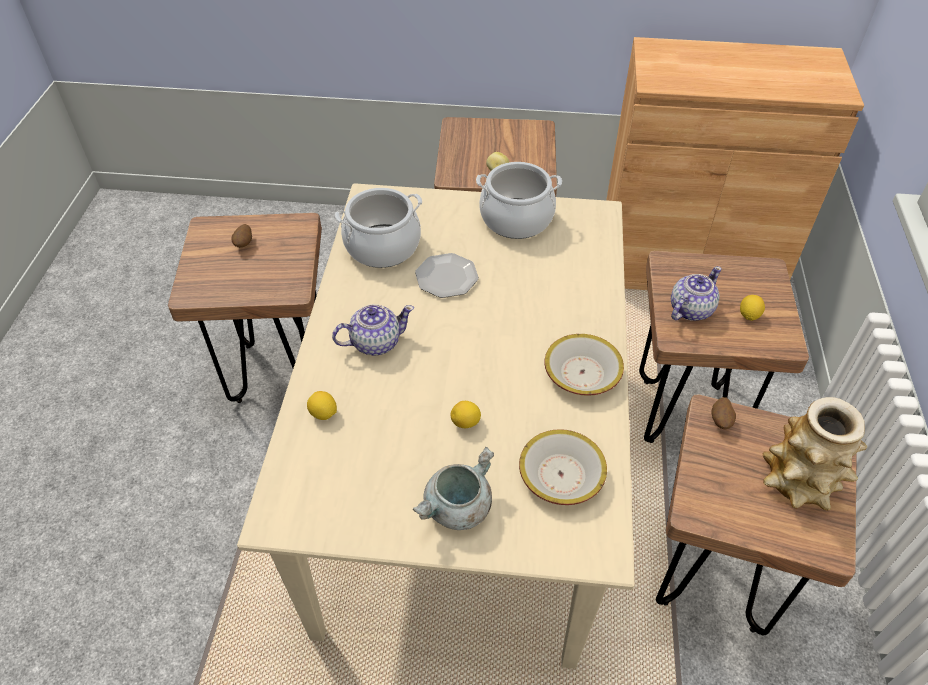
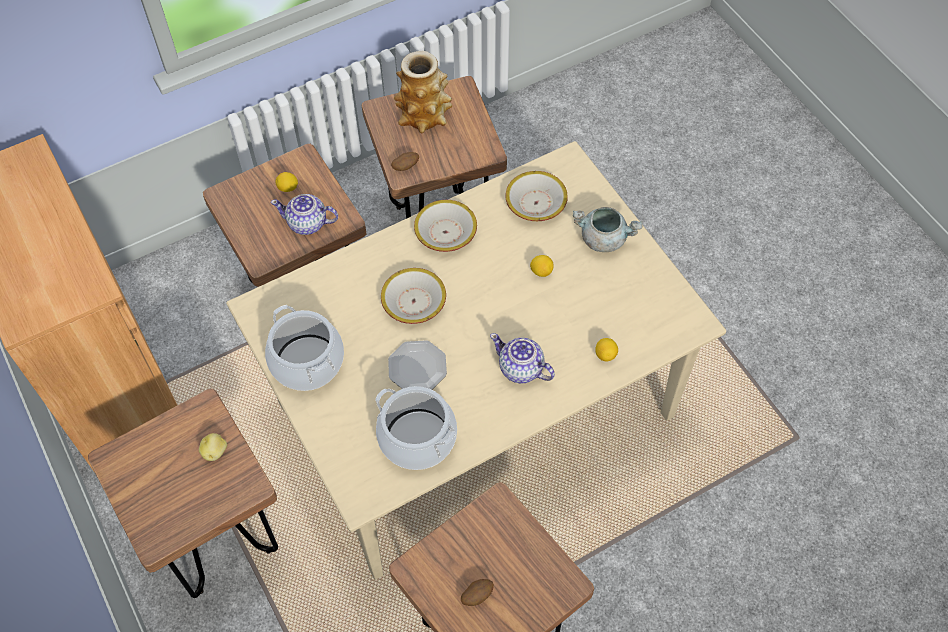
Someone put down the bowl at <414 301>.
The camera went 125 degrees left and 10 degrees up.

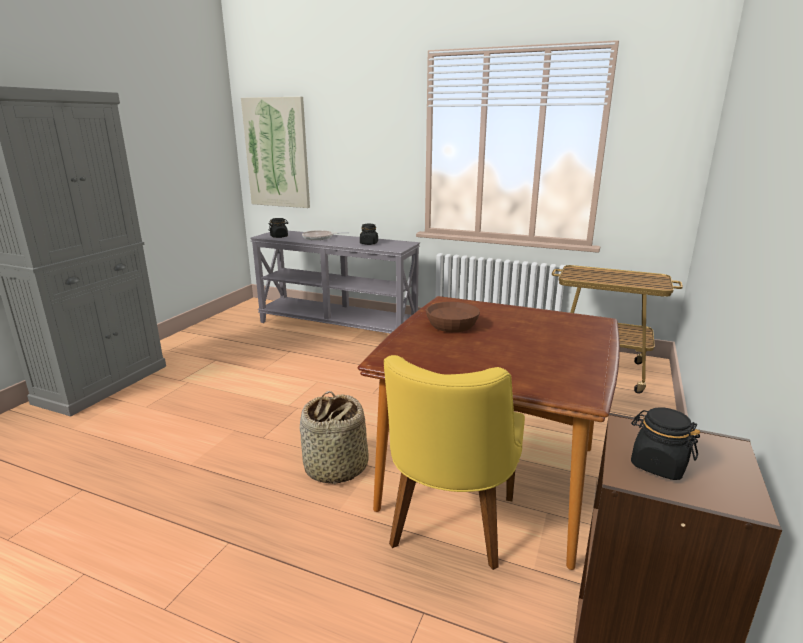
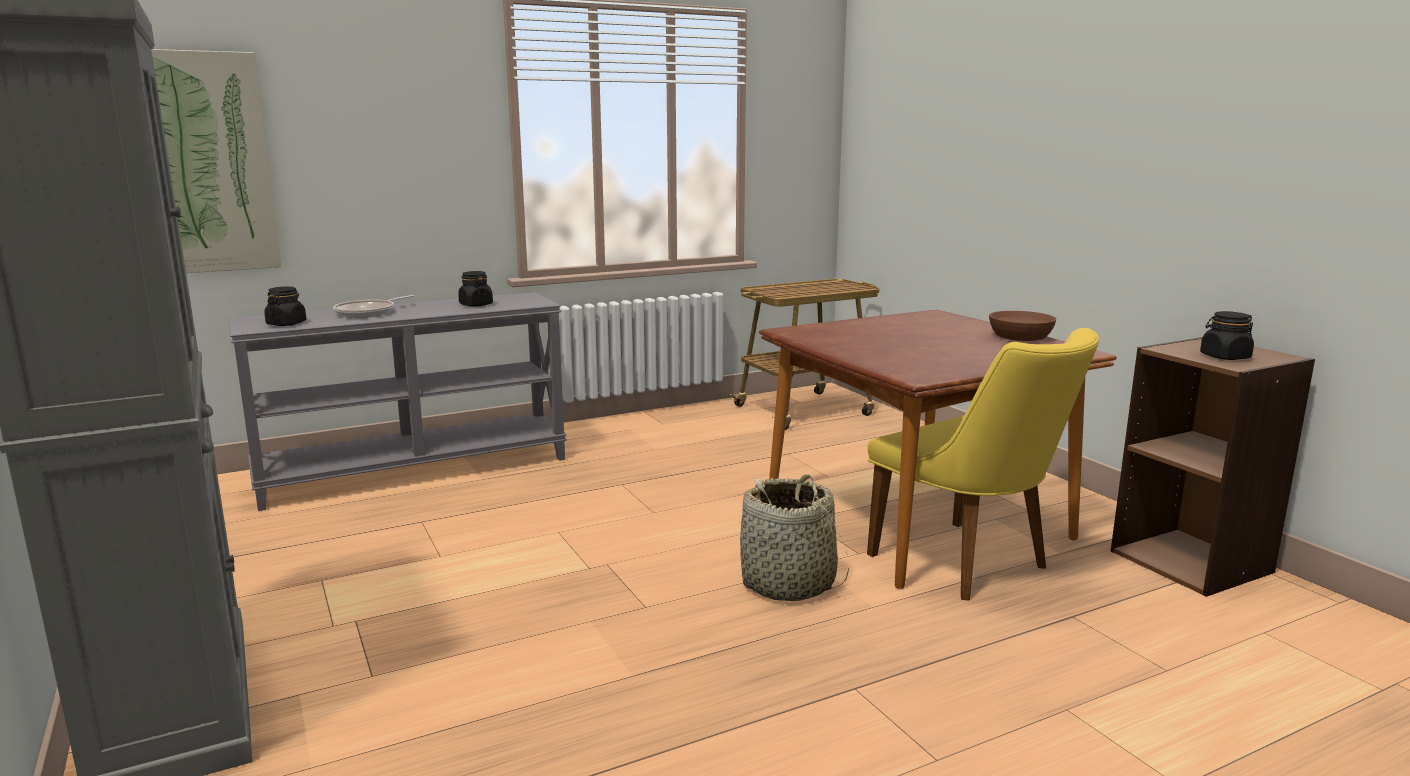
Someone carried the brown bowl from <452 325> to <1019 336>.
The camera went 50 degrees left and 5 degrees down.

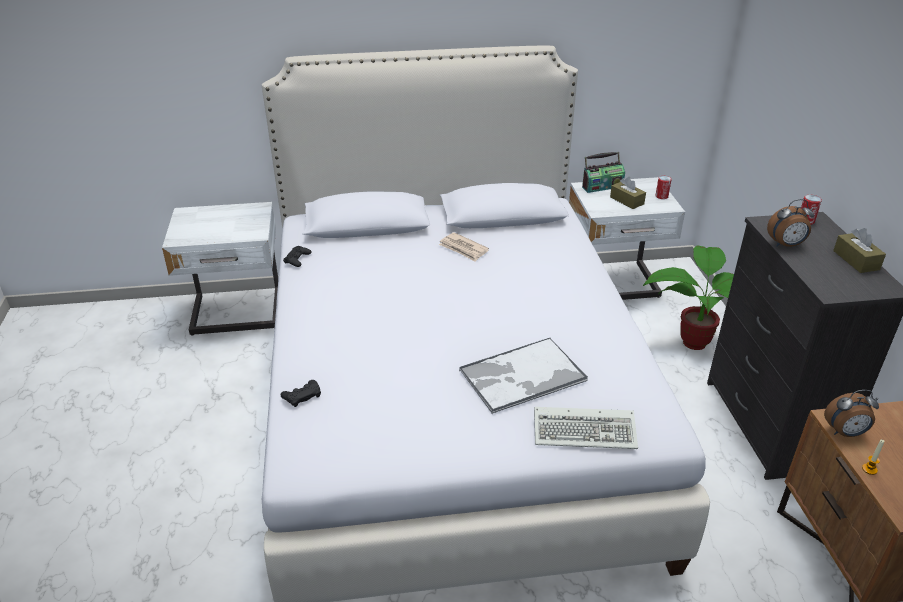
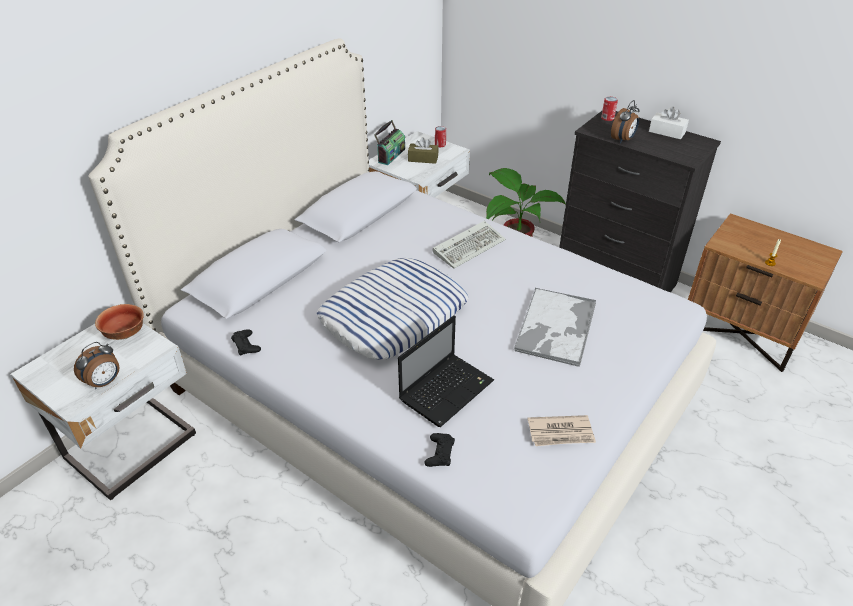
Someone carried the alarm clock from <845 433> to <105 382>.
Someone put down the bowl at <125 333>.
Someone put down the pillow at <394 315>.
Someone put down the laptop at <447 389>.
Someone carried the keyboard from <586 431> to <469 246>.
Someone carried the newspaper from <463 249> to <561 433>.
Someone repainted the brown tissue box at <856 260>, which became the white tissue box at <667 132>.
The camera went 45 degrees left and 5 degrees up.

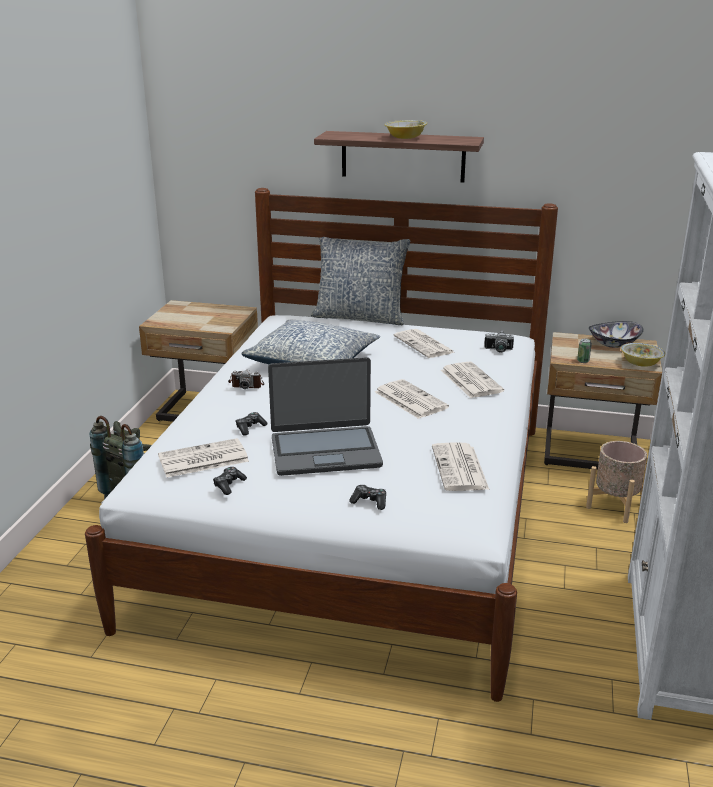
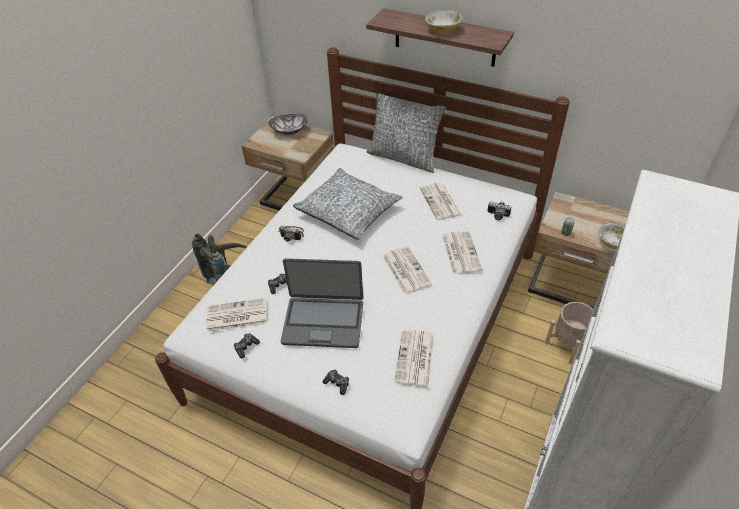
Someone carried the bowl from <614 344> to <289 131>.
The camera went 15 degrees right and 20 degrees up.

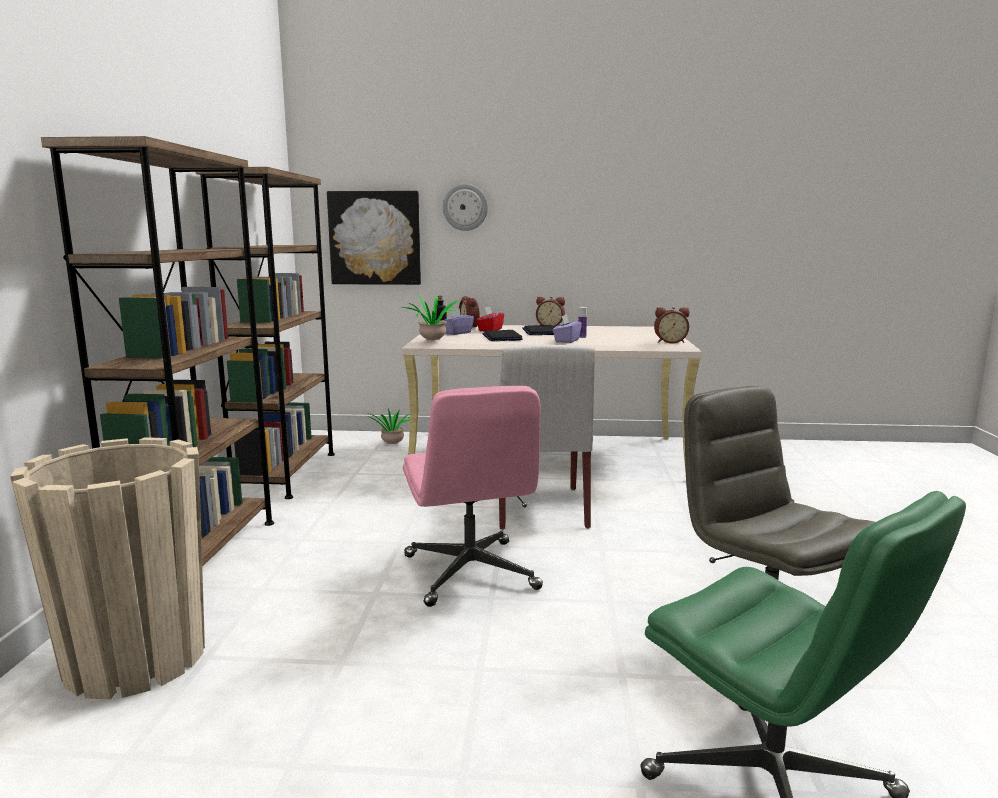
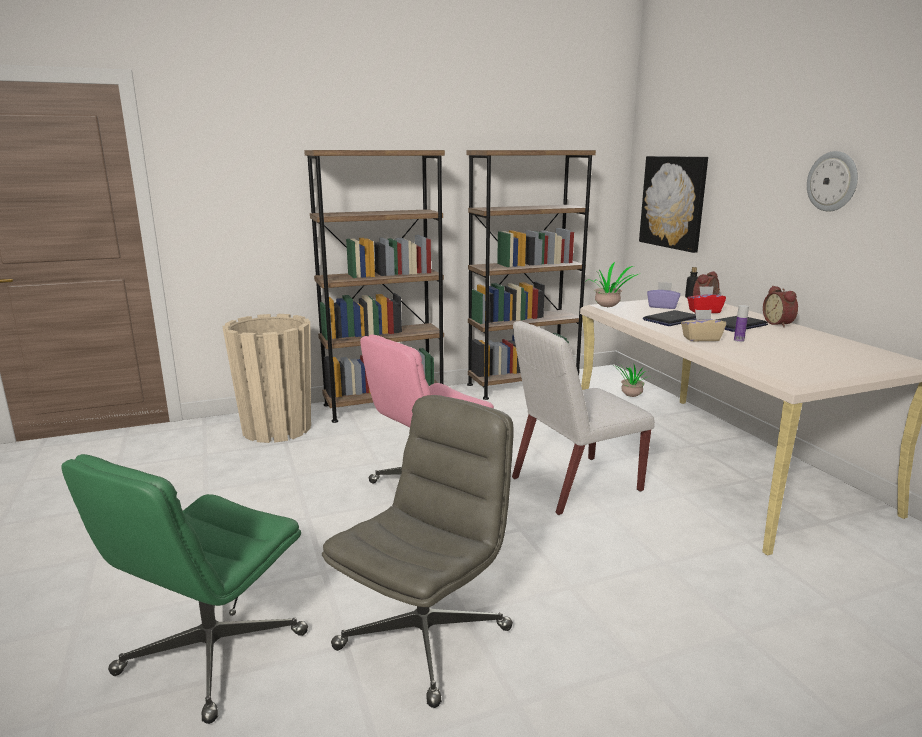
Someone repainted the purple tissue box at <566 341>, which became the beige tissue box at <701 339>.
Someone carried the wall clock from <465 207> to <832 181>.
Someone took away the alarm clock at <670 342>.
The camera went 65 degrees right and 5 degrees up.

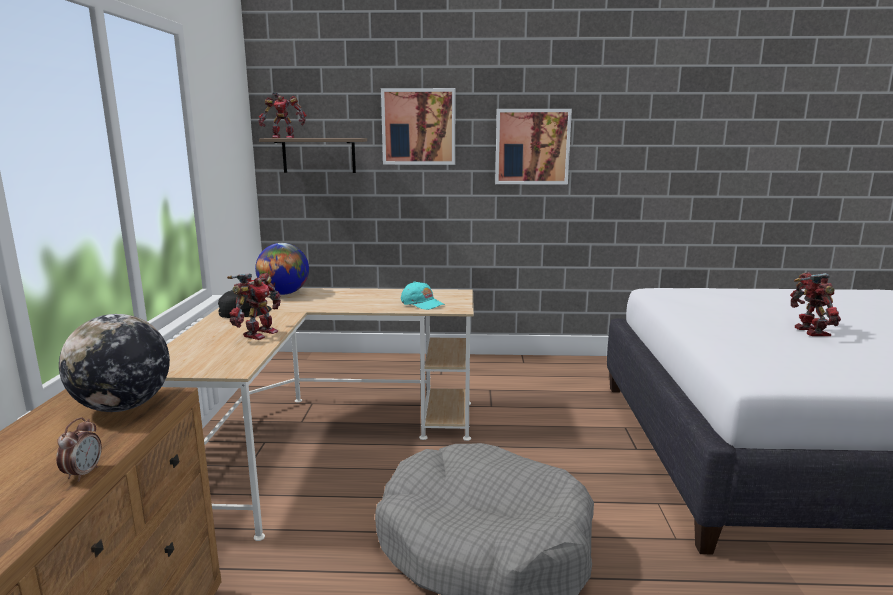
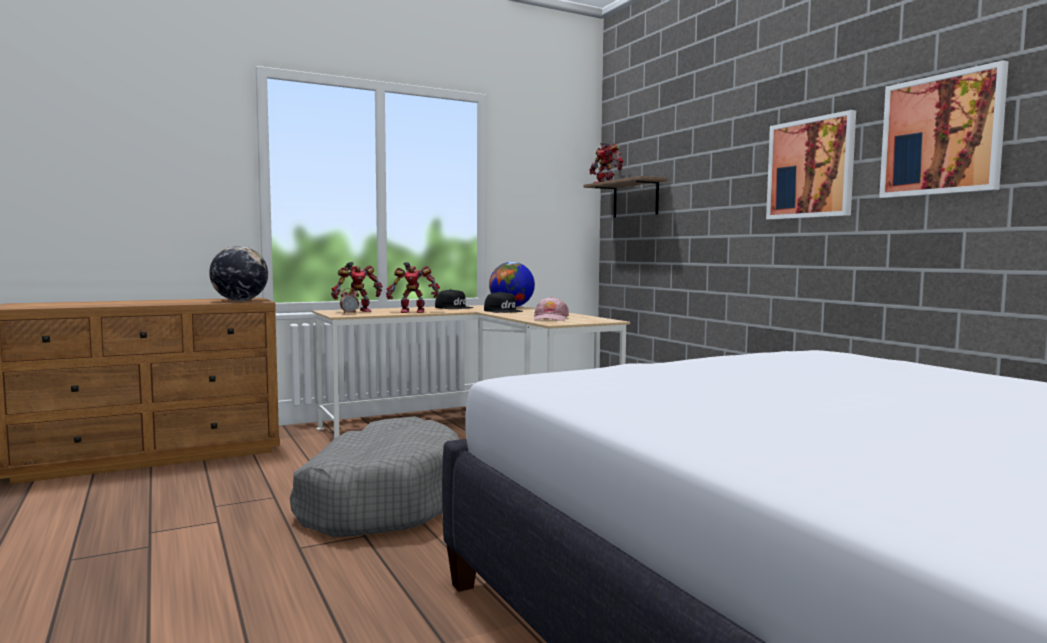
Someone carried the toy robot from <809 331> to <357 311>.
Someone carried the alarm clock from <83 473> to <349 313>.
Someone put down the black cap at <503 311>.
Someone repainted the turquoise cap at <422 303>, which became the pink cap at <550 319>.
Someone carried the picture from <418 127> to <941 135>.
The camera went 60 degrees right and 10 degrees down.

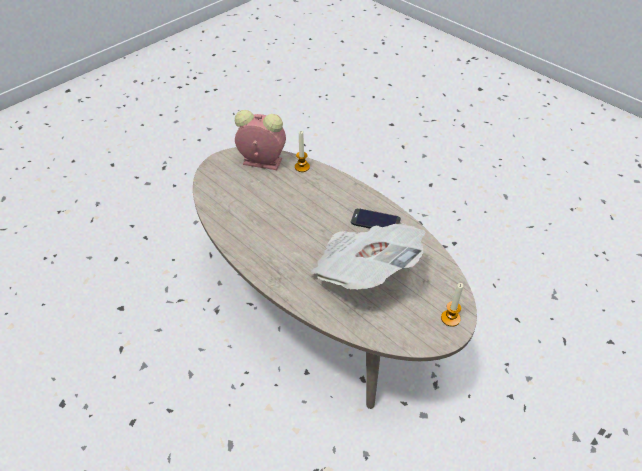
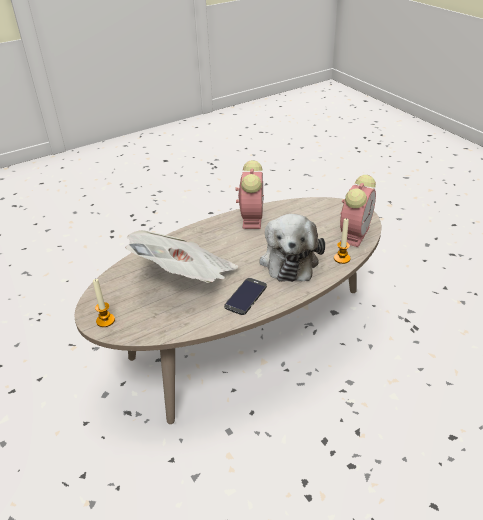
Someone put down the alarm clock at <251 218>.
Someone put down the plush toy at <289 260>.
The camera went 105 degrees right and 10 degrees down.

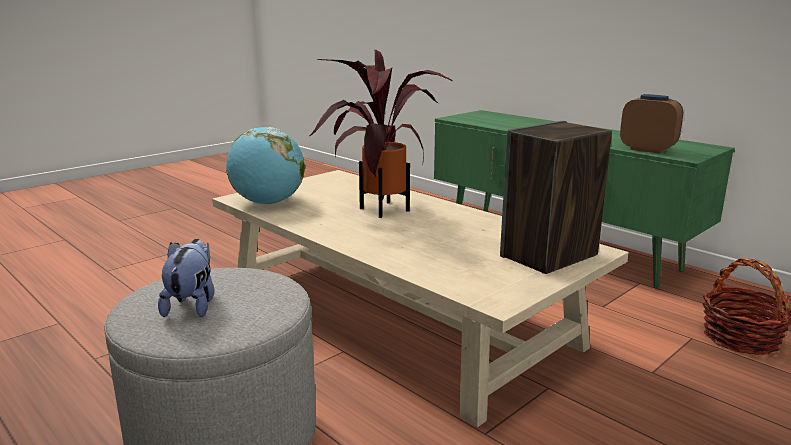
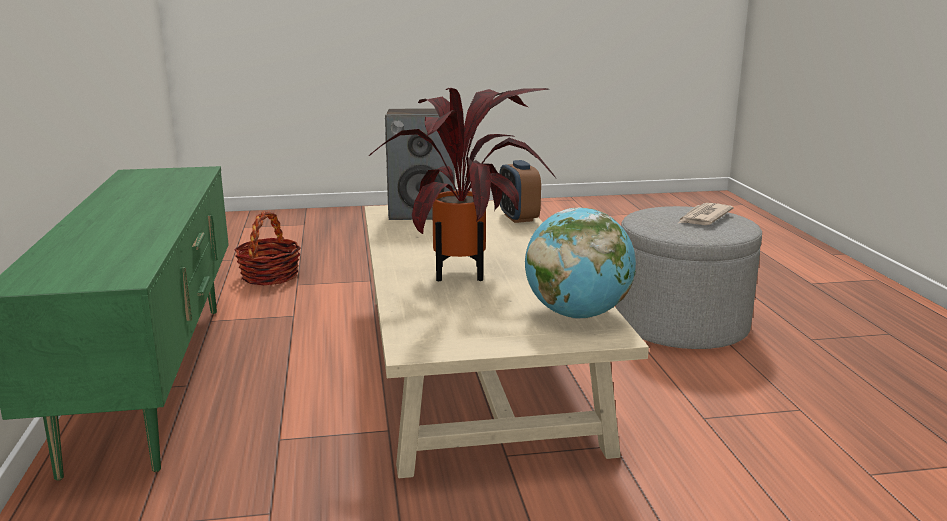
Someone carried the alarm clock from <647 149> to <518 218>.
Someone swapped the plush toy at <192 305> for the newspaper at <703 217>.
The camera went 145 degrees left and 0 degrees up.

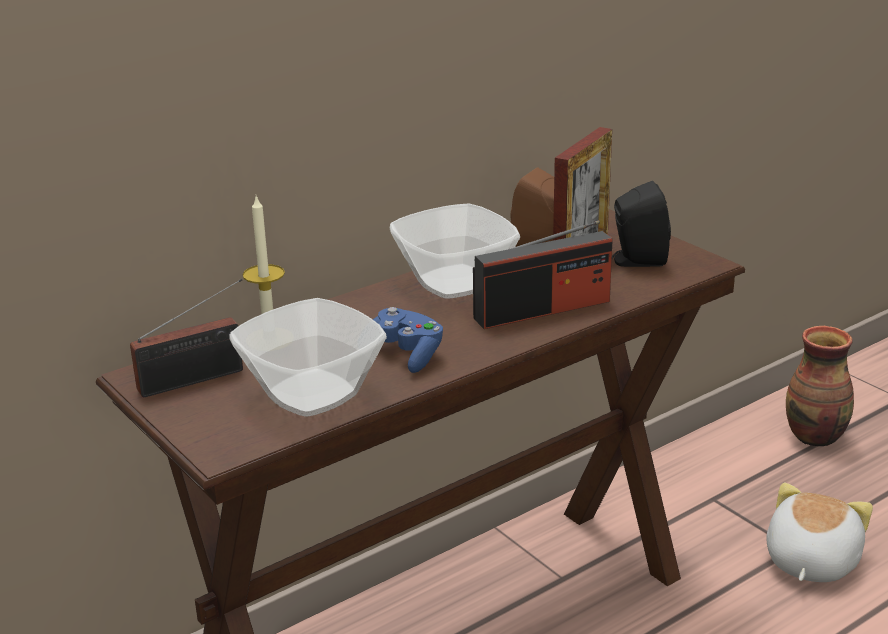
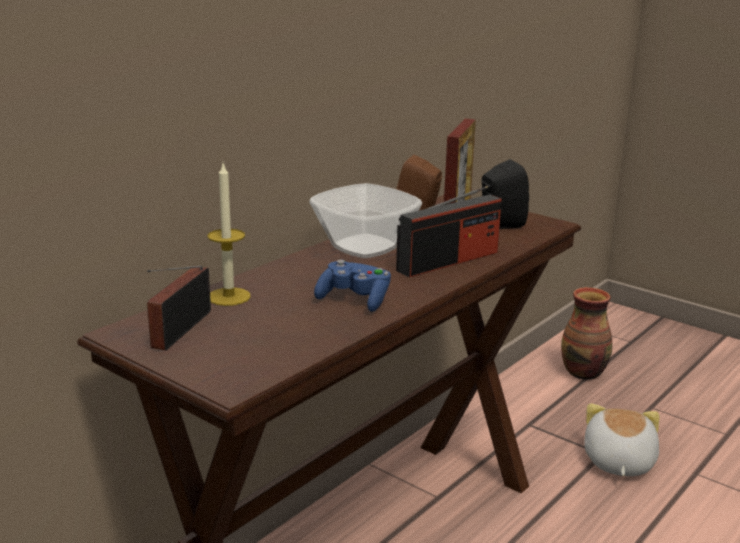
Someone rotated the radio at <197 379> by 150 degrees clockwise.
Someone took away the bowl at <312 395>.
The camera went 15 degrees left and 5 degrees down.

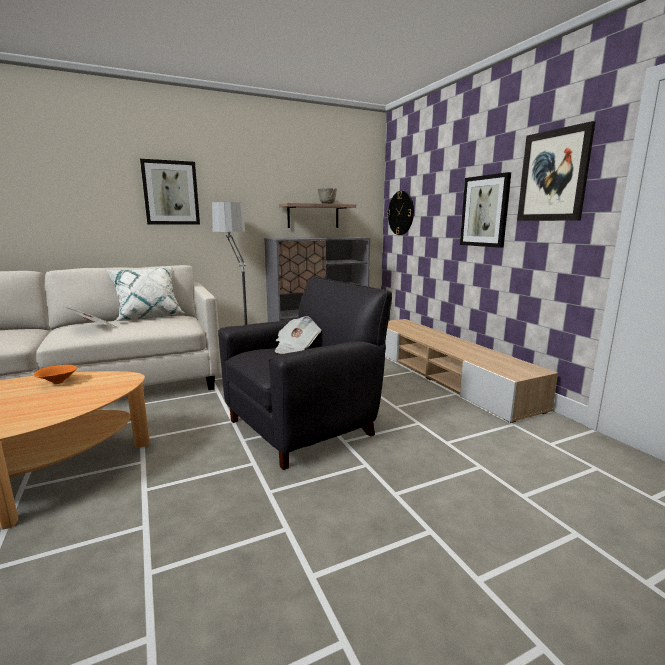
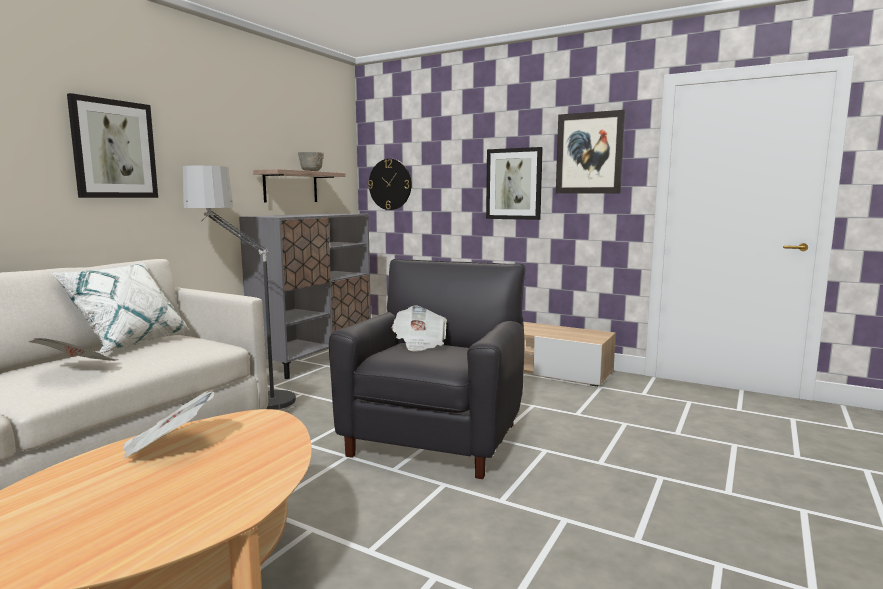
Someone swapped the orange bowl at <57 383> for the newspaper at <168 446>.
The camera went 35 degrees left and 5 degrees down.

